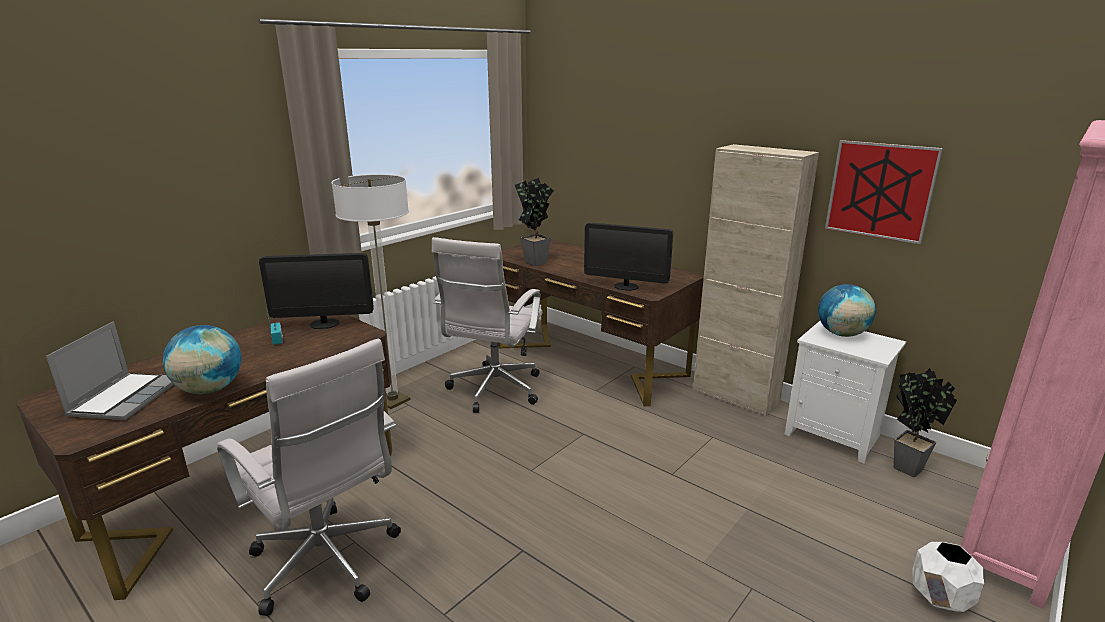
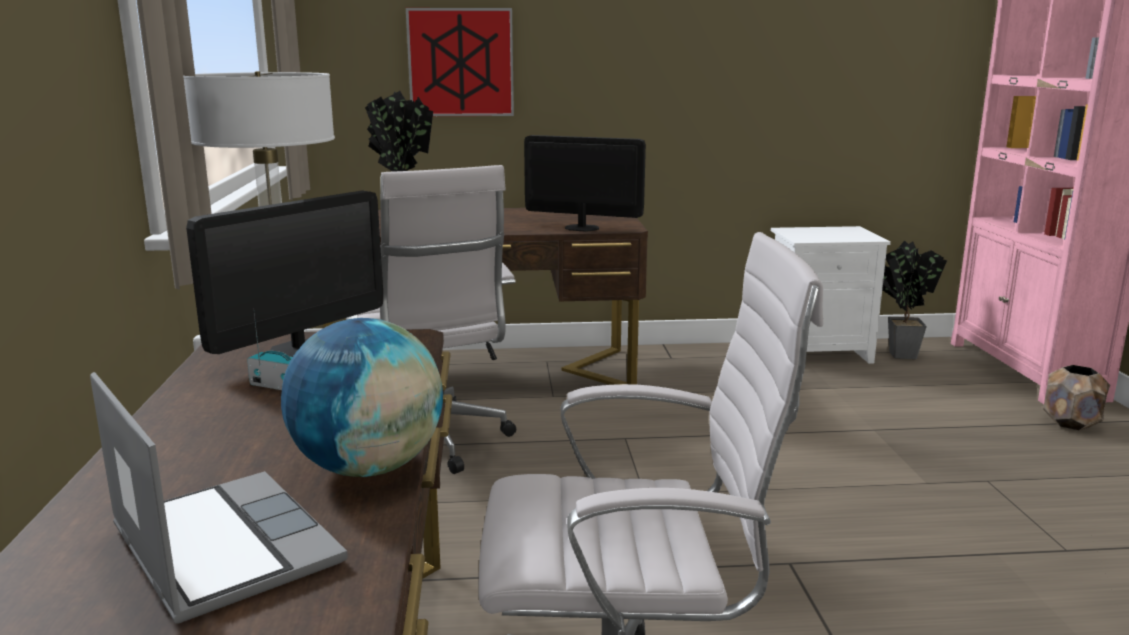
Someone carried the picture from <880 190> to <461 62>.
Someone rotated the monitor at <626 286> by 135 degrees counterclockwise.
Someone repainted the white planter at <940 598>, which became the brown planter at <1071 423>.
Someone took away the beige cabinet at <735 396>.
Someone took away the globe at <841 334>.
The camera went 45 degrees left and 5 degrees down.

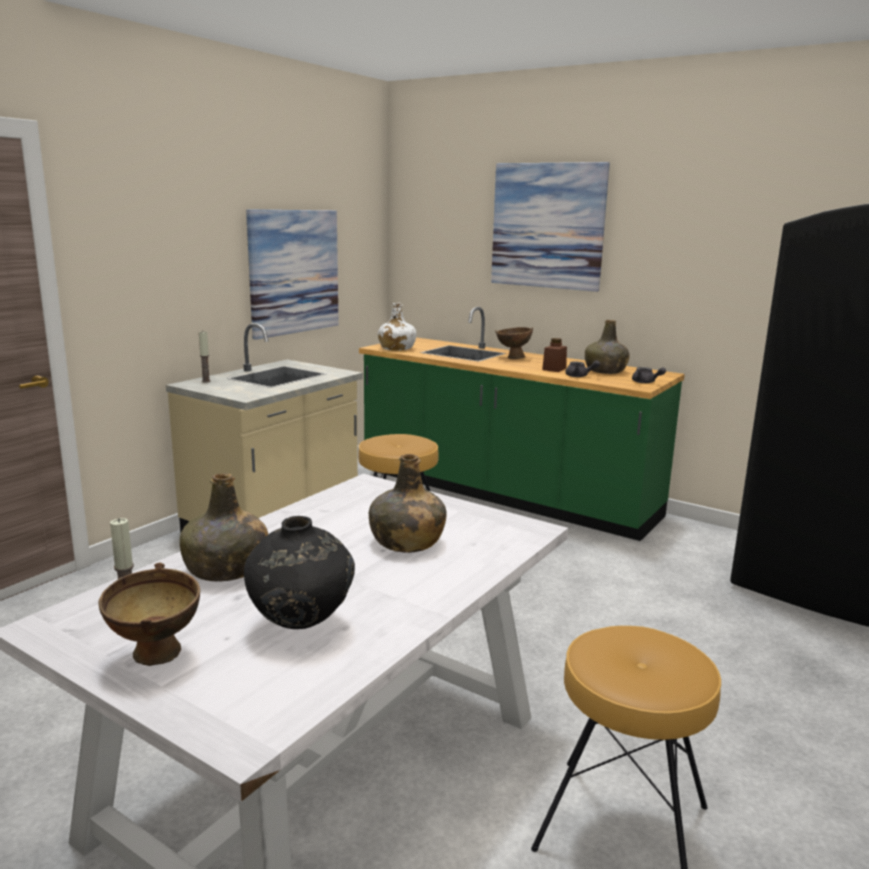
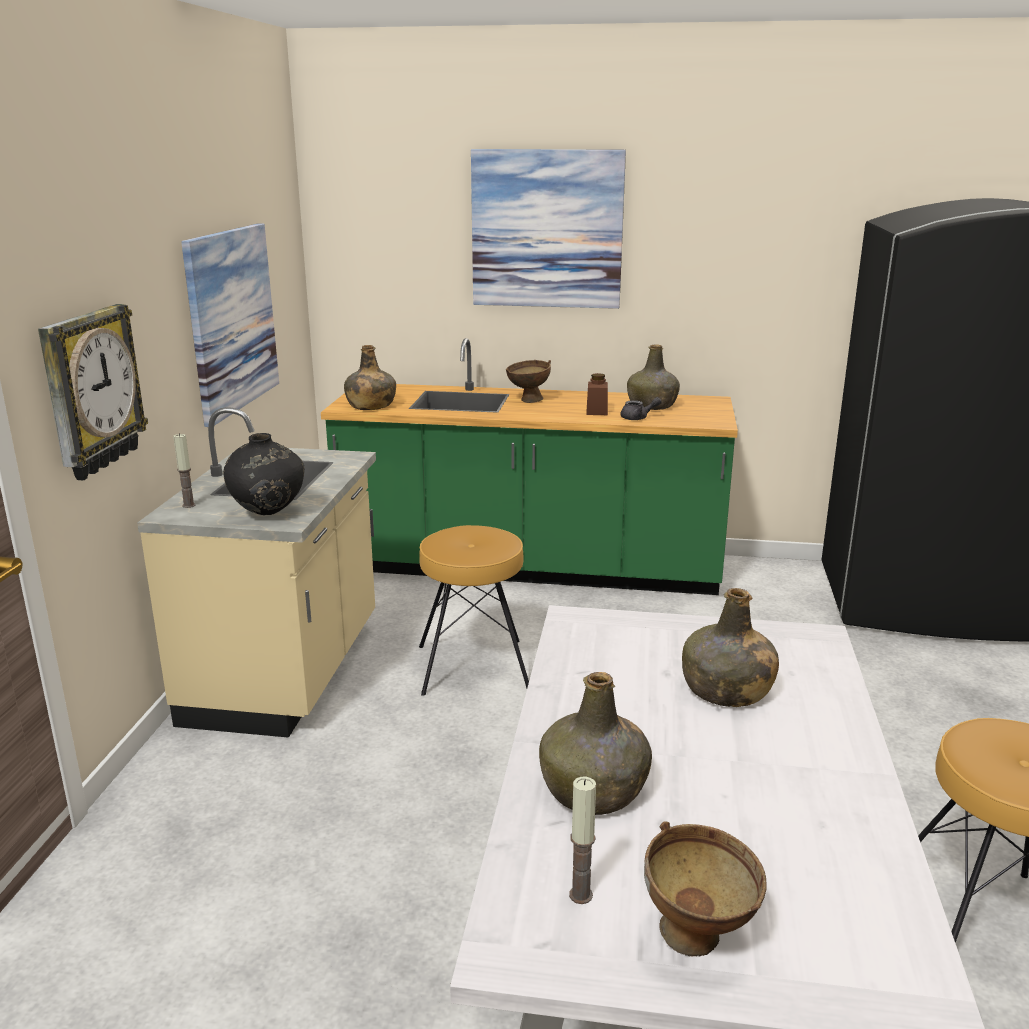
Someone put up the wall clock at <91 391>.
Someone carried the black vase from <302 625> to <269 514>.
Someone repainted the white bottle at <396 348>, which became the green bottle at <370 406>.
Someone took away the grey teapot at <646 382>.
The camera went 25 degrees left and 5 degrees up.

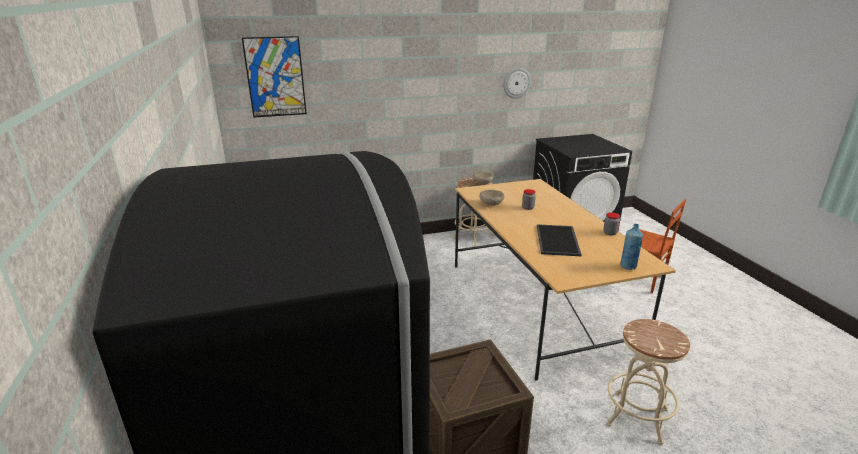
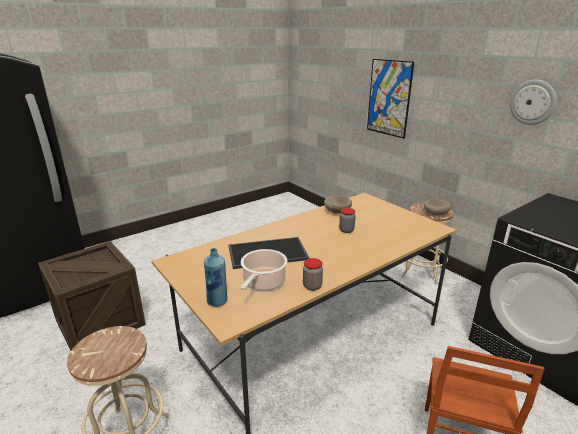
Someone put down the cooking pot at <263 283>.
Someone carried the picture from <275 77> to <389 98>.
The camera went 70 degrees right and 0 degrees up.

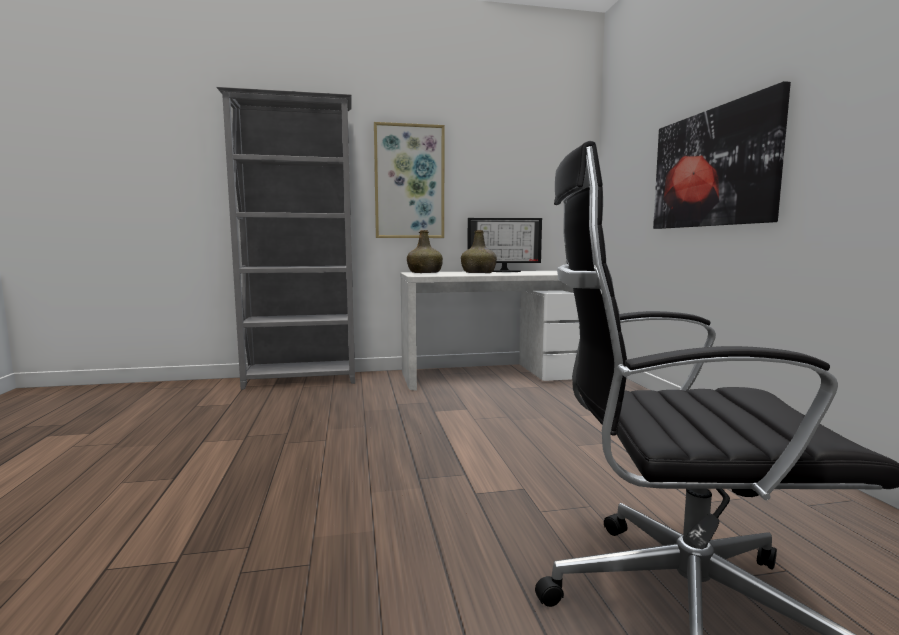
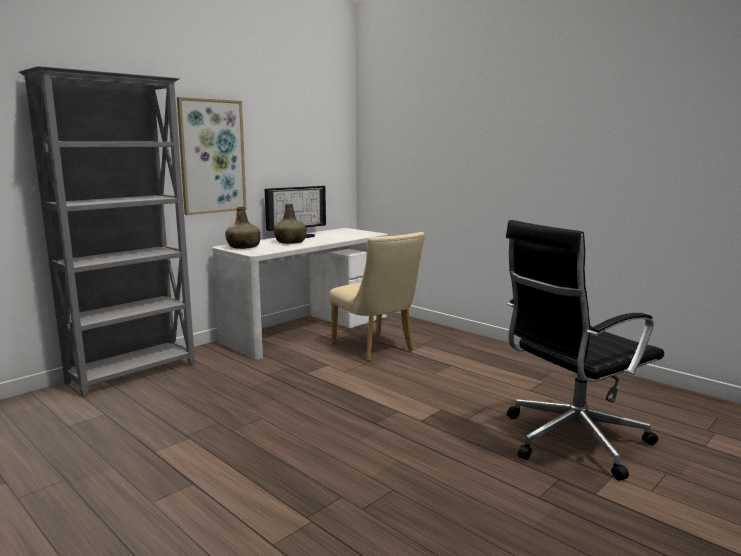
Someone put down the beige chair at <376 348>.
Someone took away the picture at <712 168>.
The camera went 35 degrees left and 5 degrees up.

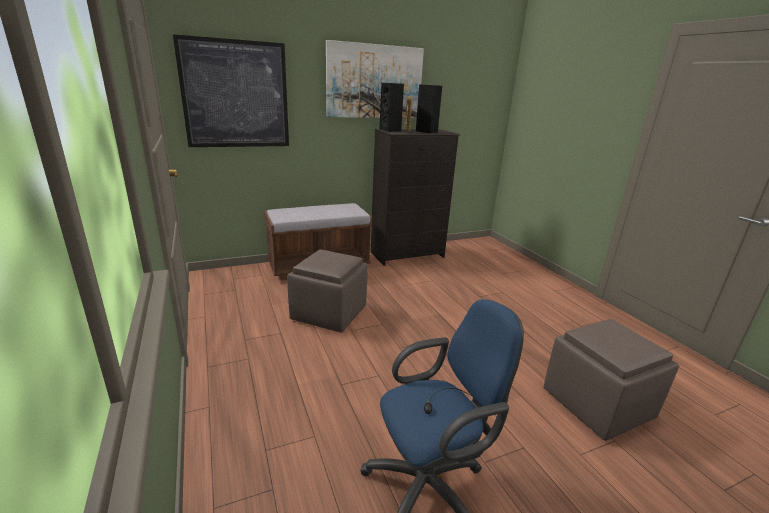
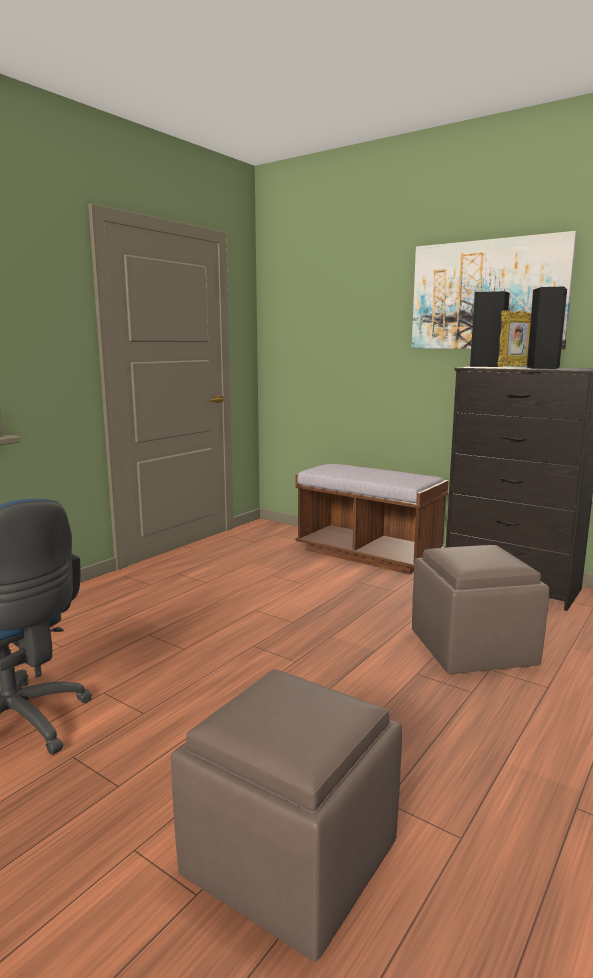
Someone carried the brown ottoman from <329 314> to <471 650>.
Someone took away the picture at <236 95>.
The camera went 60 degrees right and 10 degrees down.

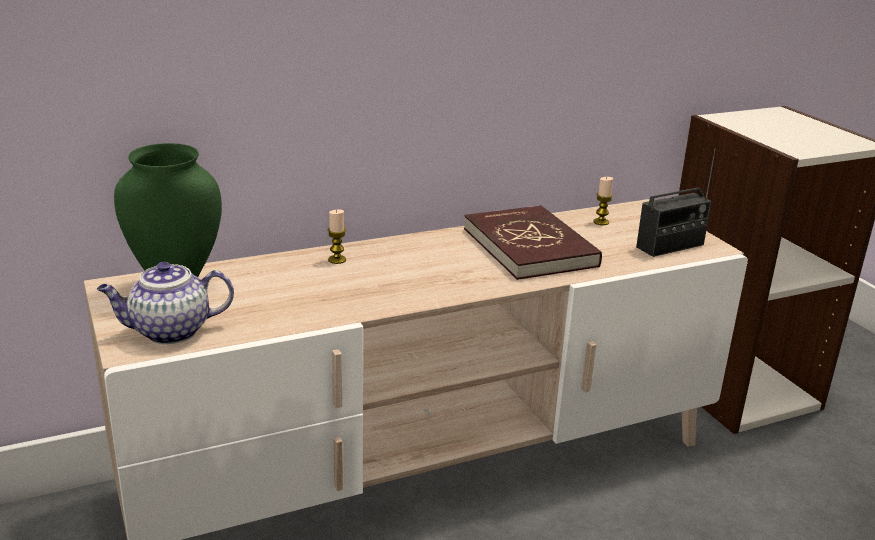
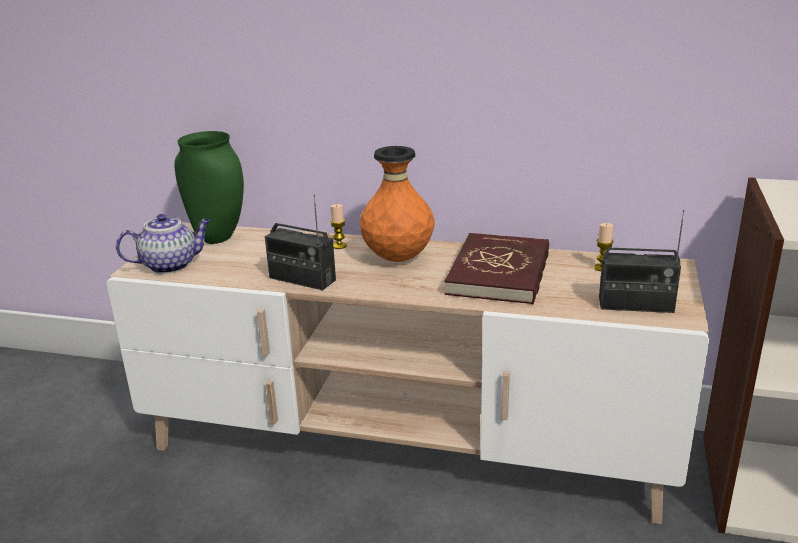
Someone rotated the teapot at <169 332> by 135 degrees clockwise.
Someone put down the radio at <302 279>.
Someone put down the orange vase at <397 259>.
The camera went 40 degrees right and 0 degrees up.

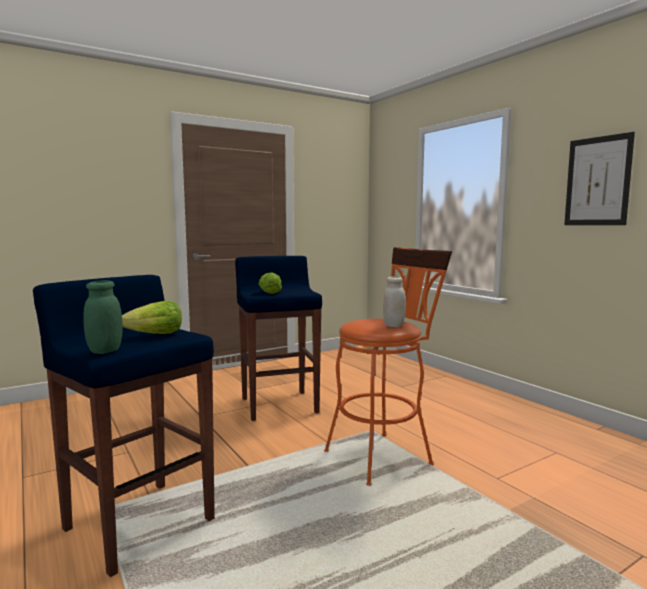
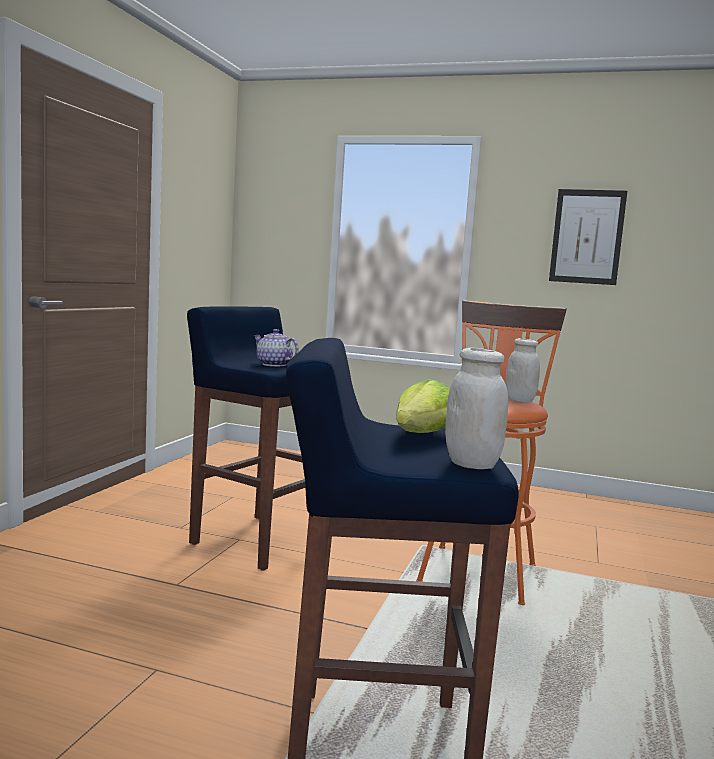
Someone swapped the lettuce at <269 292> for the teapot at <273 365>.
Someone repainted the green jar at <105 351>, which became the white jar at <472 464>.
The camera went 40 degrees left and 0 degrees up.

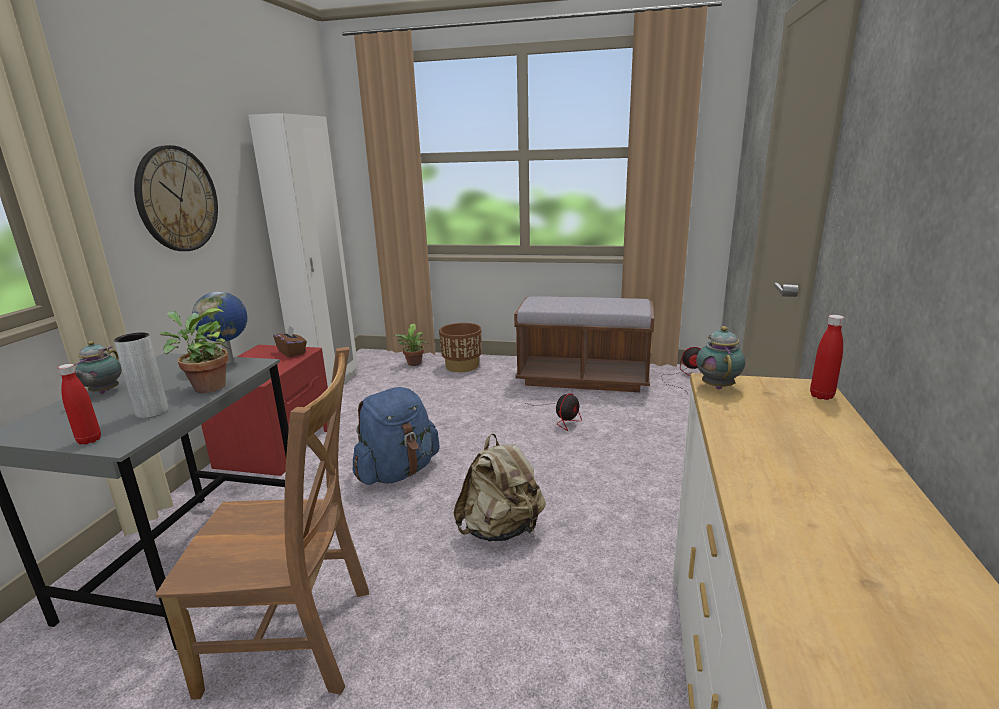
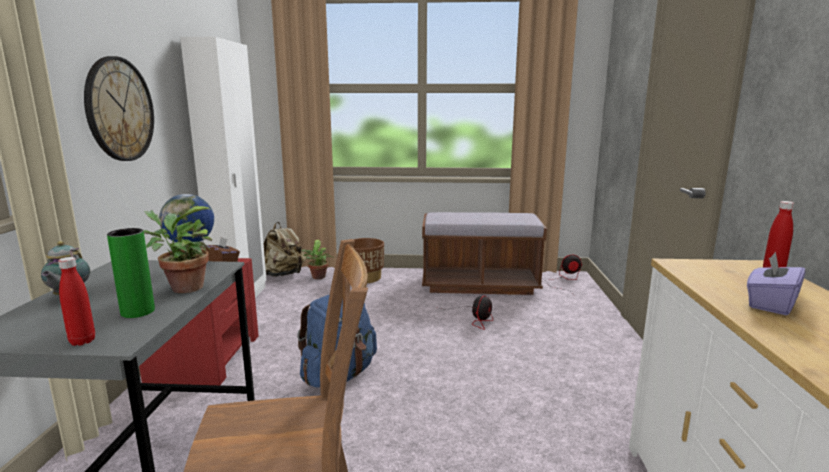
Someone repainted the grey vase at <152 412>, which became the green vase at <138 312>.
Someone carried the beige backpack from <501 530> to <283 275>.
Someone put down the purple tissue box at <770 304>.
Someone took away the teapot at <717 386>.
The camera went 10 degrees left and 5 degrees down.

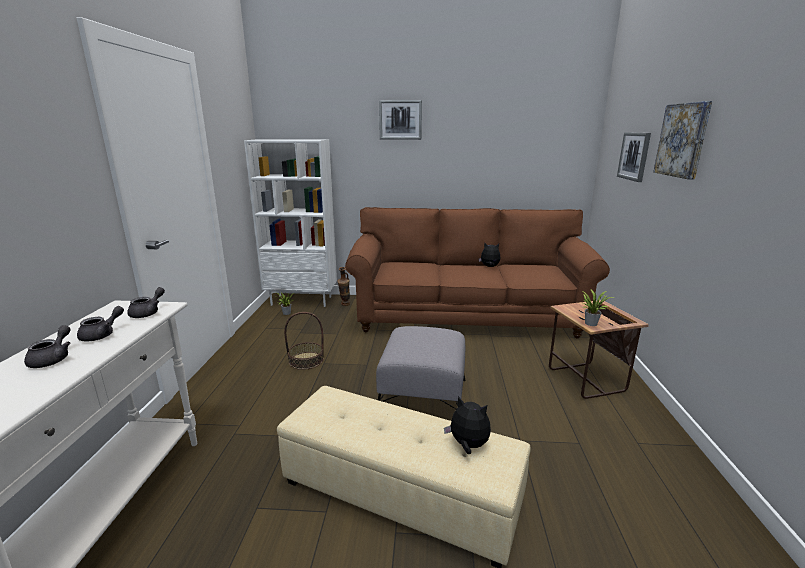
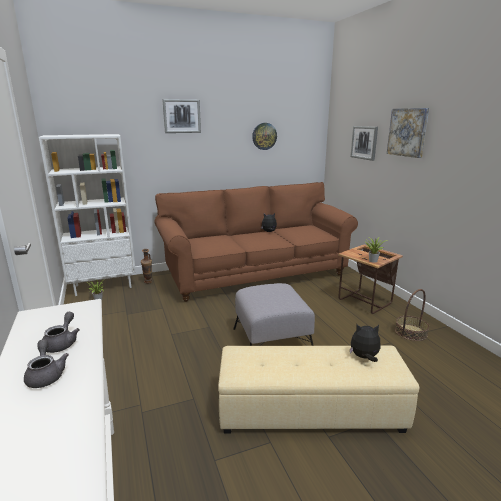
Someone put up the wall clock at <264 136>.
Someone carried the basket from <306 360> to <411 332>.
Someone took away the grey teapot at <148 313>.
The camera went 25 degrees left and 0 degrees up.

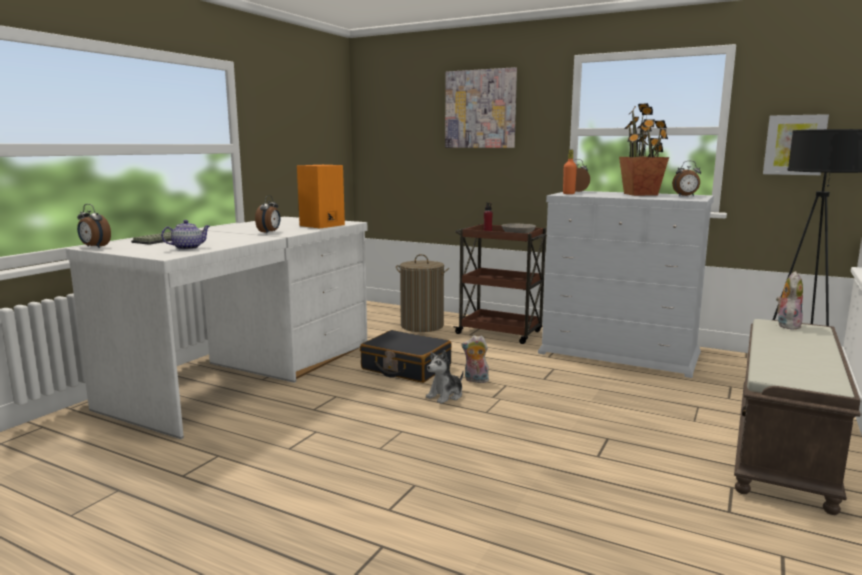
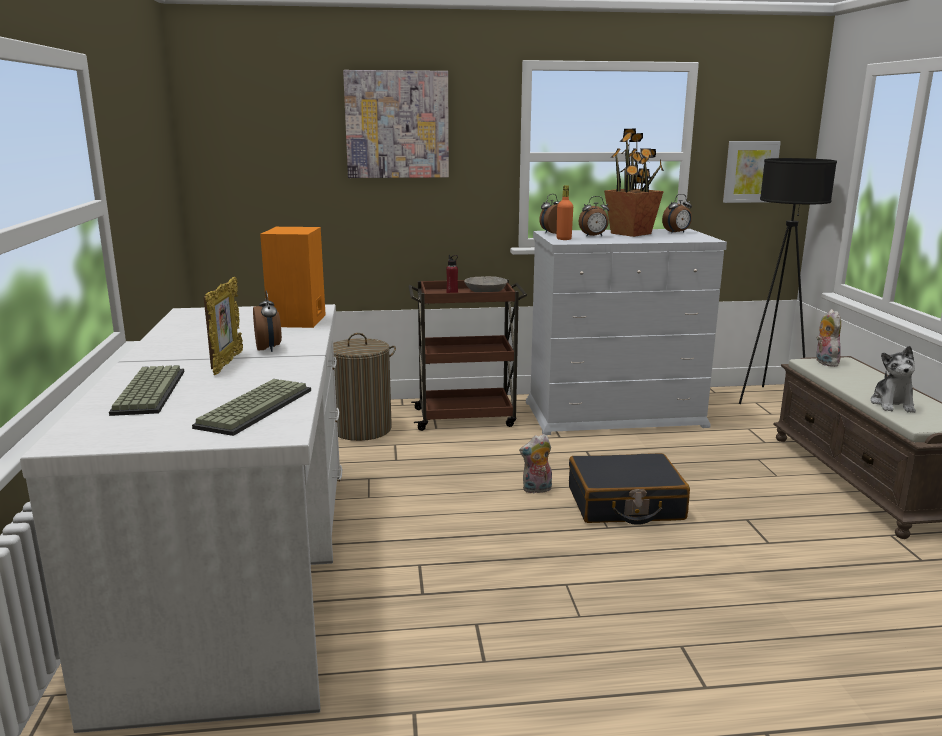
Someone swapped the teapot at <188 248> for the keyboard at <254 407>.
Someone put down the picture frame at <227 363>.
Someone carried the black suitcase from <406 368> to <625 504>.
Someone carried the alarm clock from <94 247> to <594 236>.
Someone carried the plush toy from <445 396> to <892 404>.
The camera went 35 degrees left and 5 degrees up.

